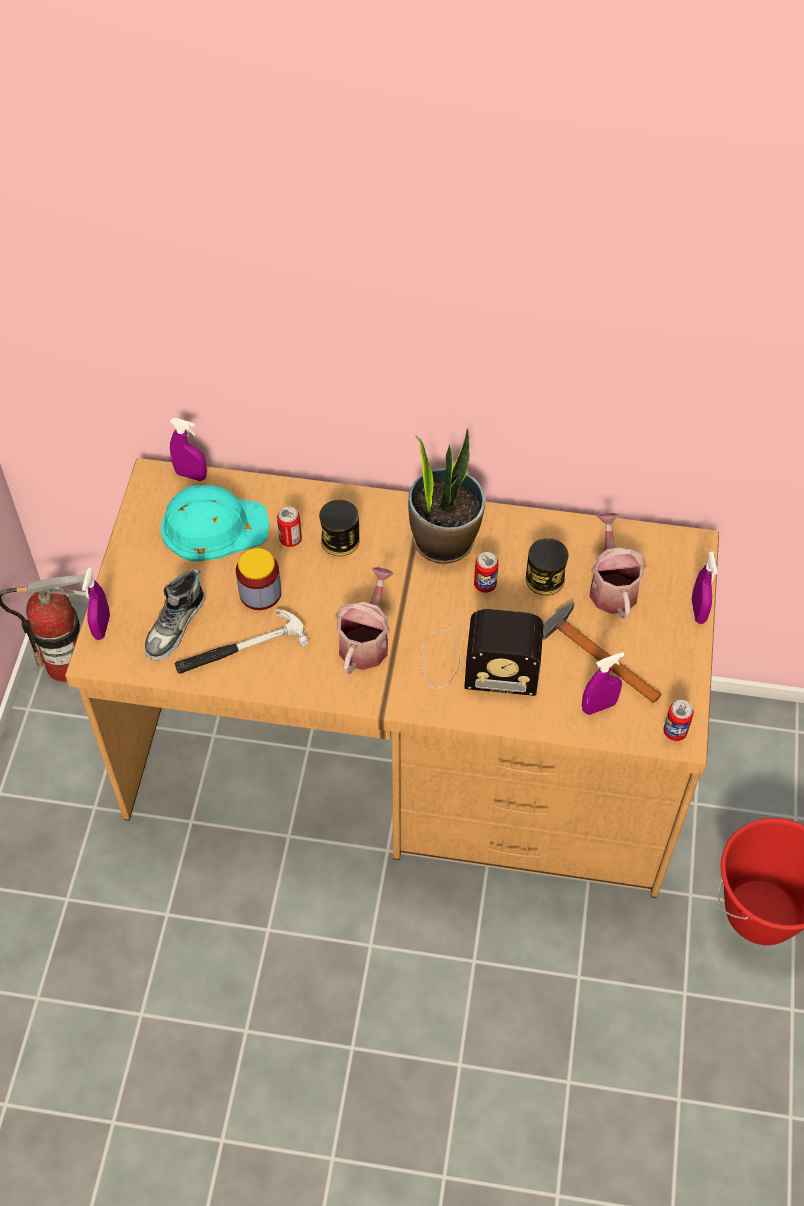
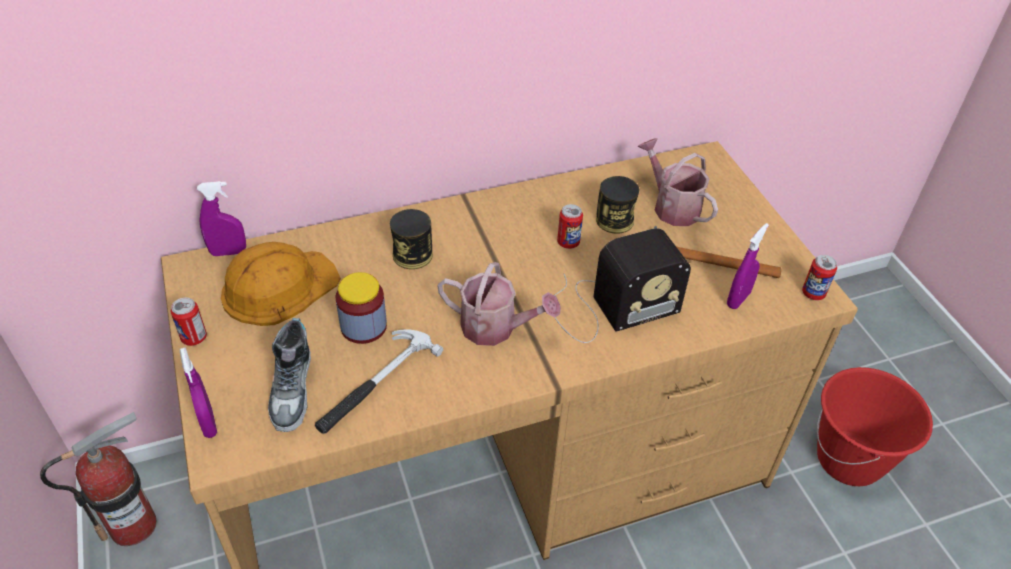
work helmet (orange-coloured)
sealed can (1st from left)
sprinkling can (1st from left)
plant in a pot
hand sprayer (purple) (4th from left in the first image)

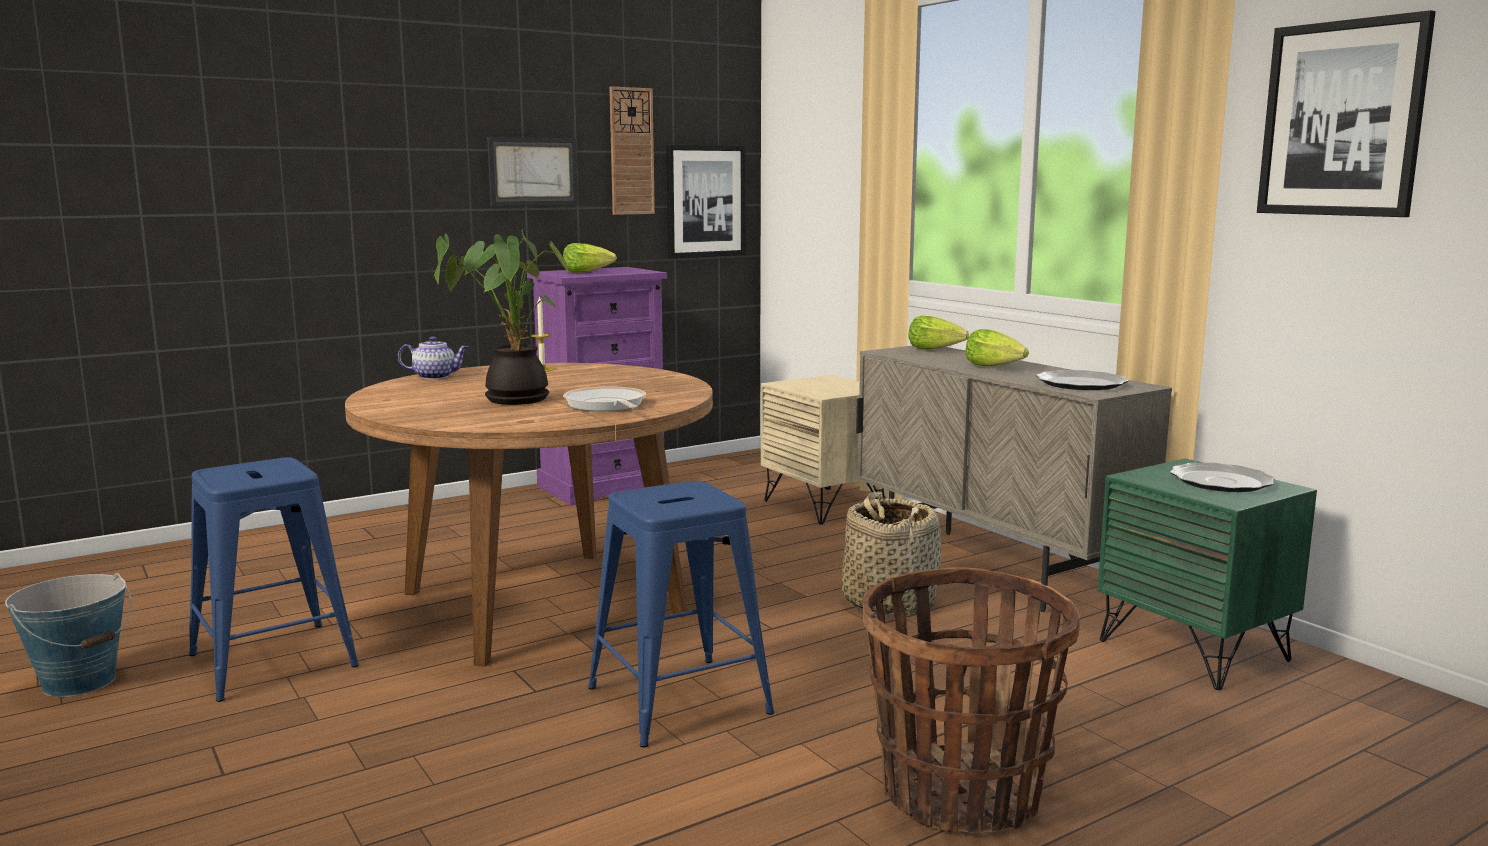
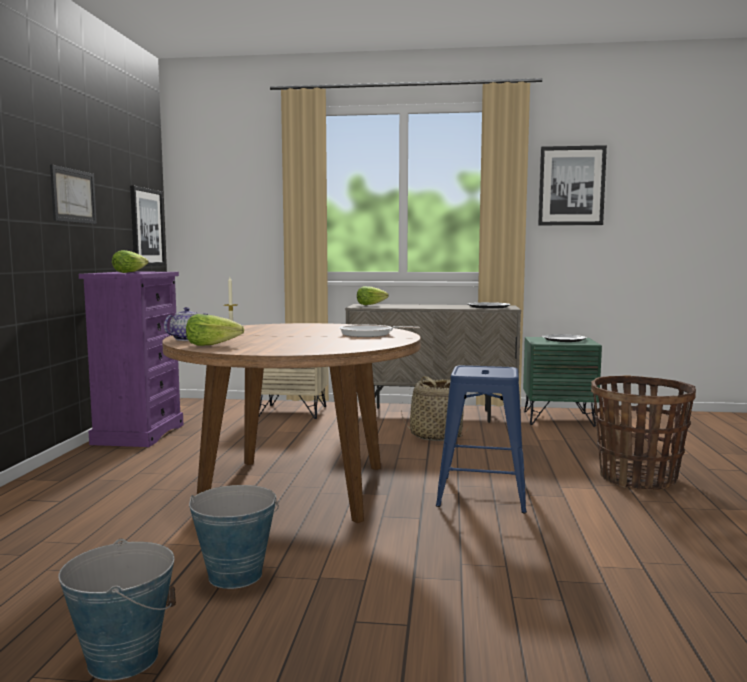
water bucket (2nd from left)
plant in a pot
wall clock
head of lettuce (2nd from left)

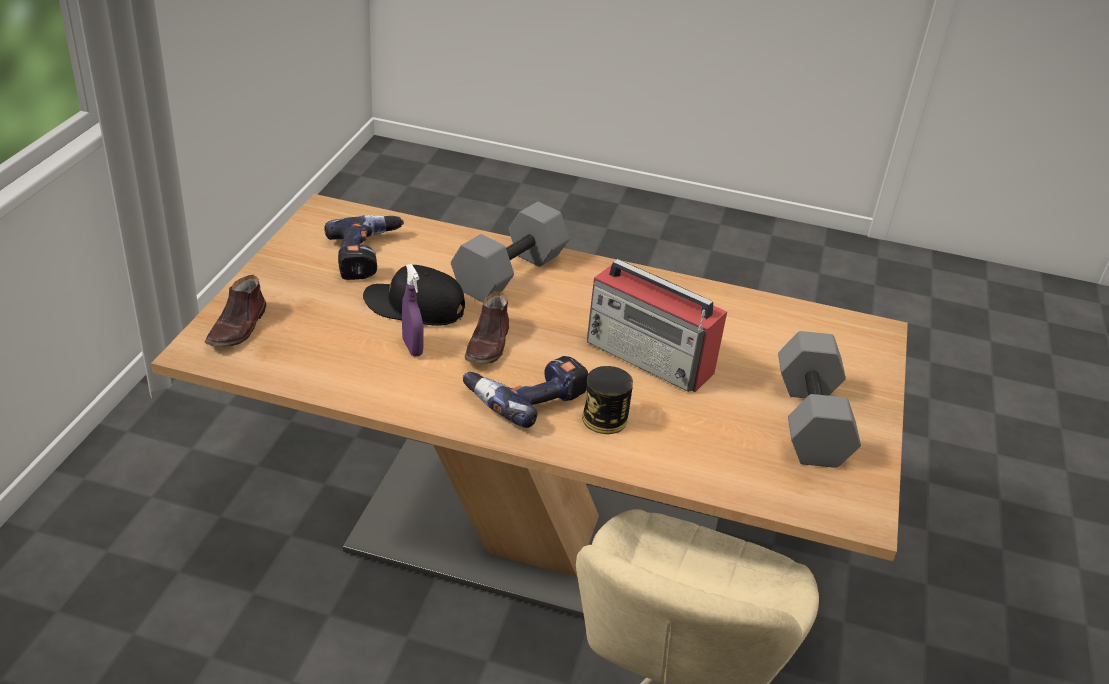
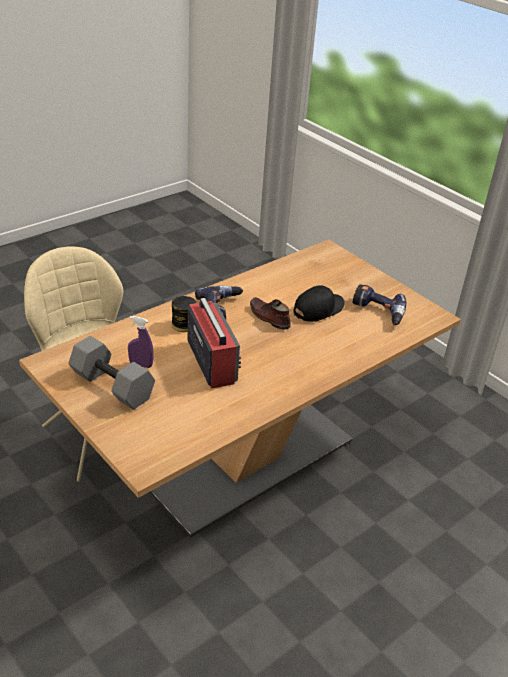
item of footwear (brownish) (1st from left in the first image)
hand sprayer (purple)
dumbbell (grey) (1st from left in the first image)
radio receiver

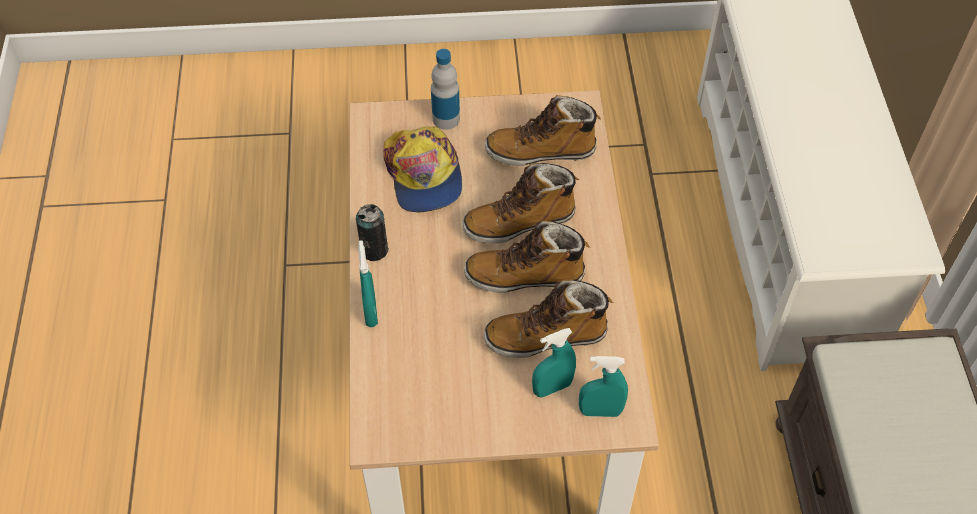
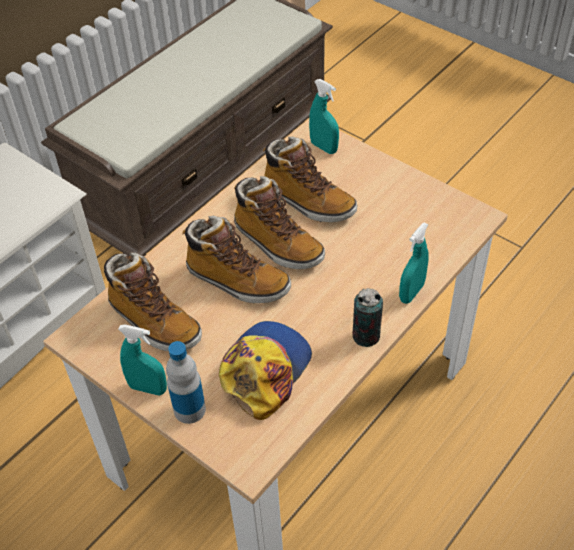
hand sprayer (turquoise) (1st from left)

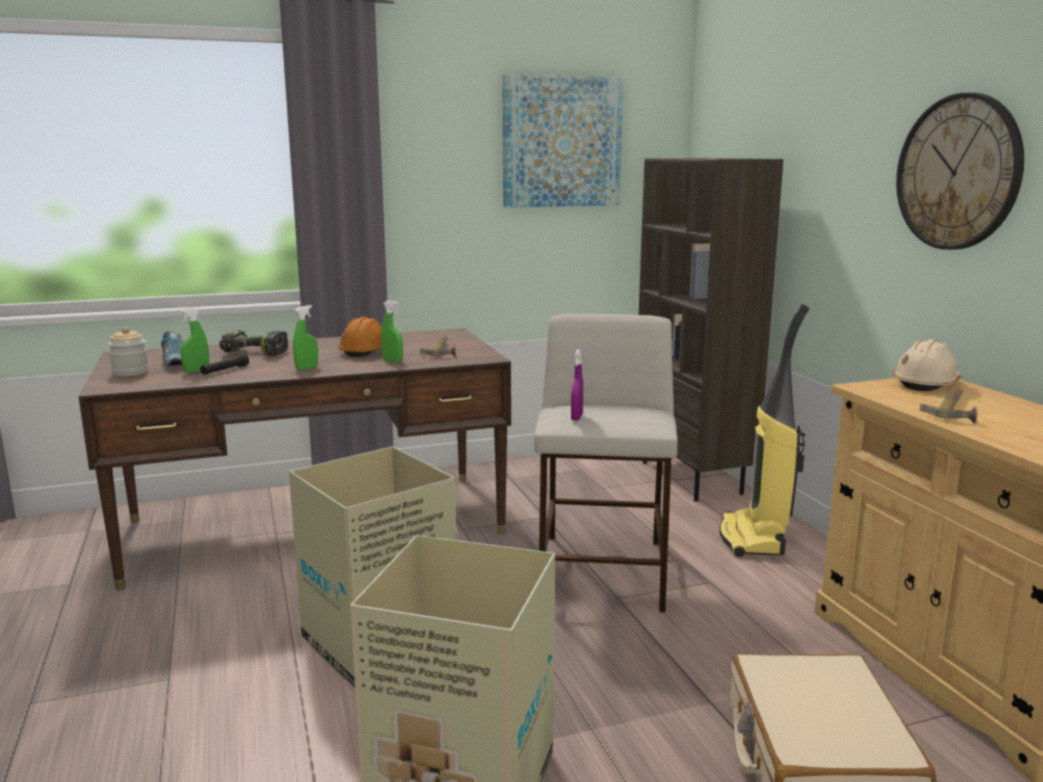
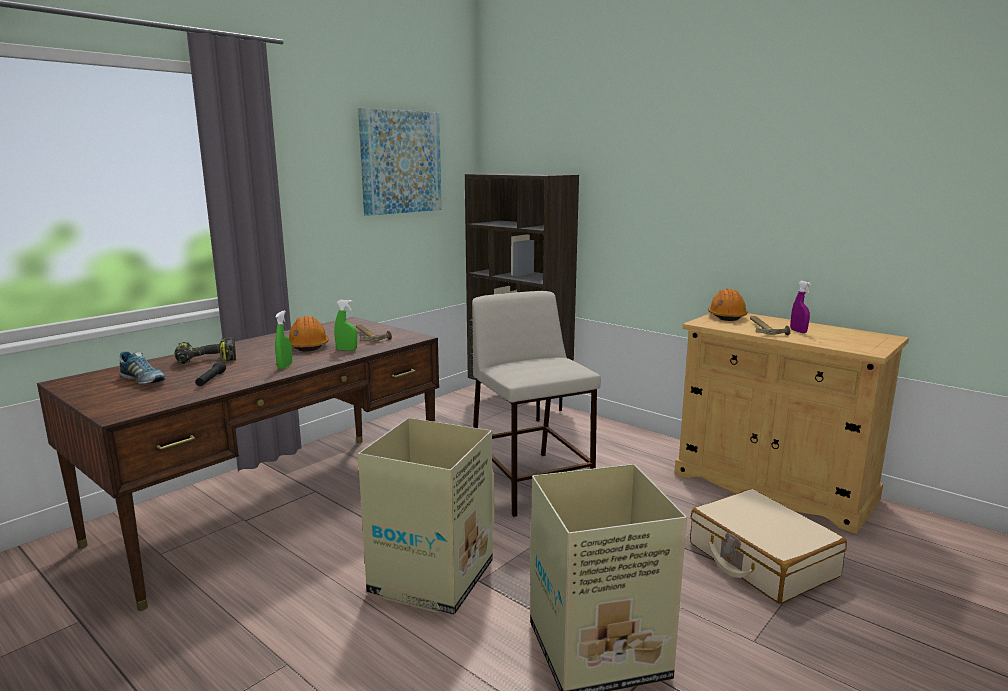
storage jar
hand sprayer (green-coloured) (1st from left in the first image)
hand sprayer (purple)
vacuum cleaner
work helmet (orange-coloured) (2nd from left)
wall clock

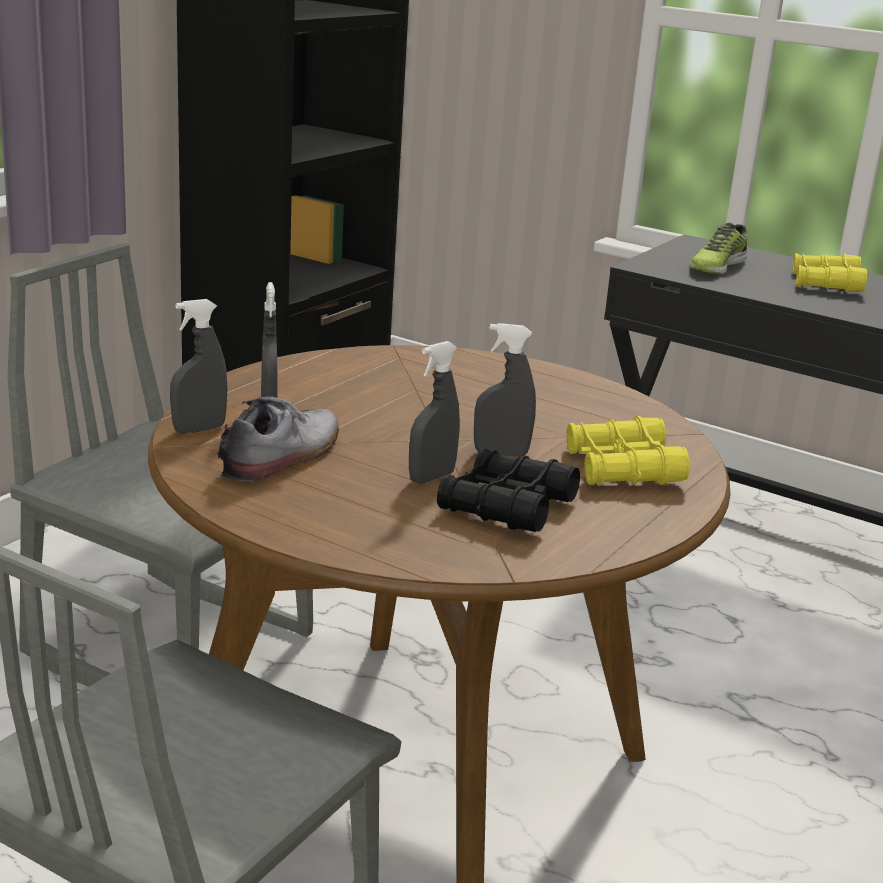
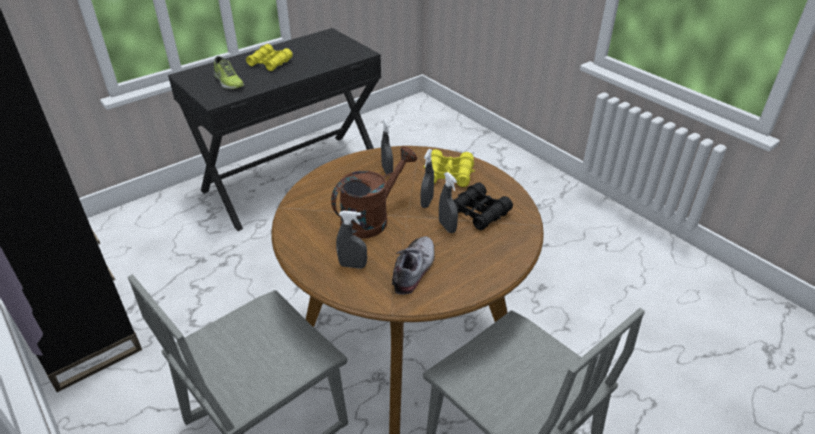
hand sprayer (grey) (2nd from left)
item of footwear (2nd from left)
sprinkling can (brownish)

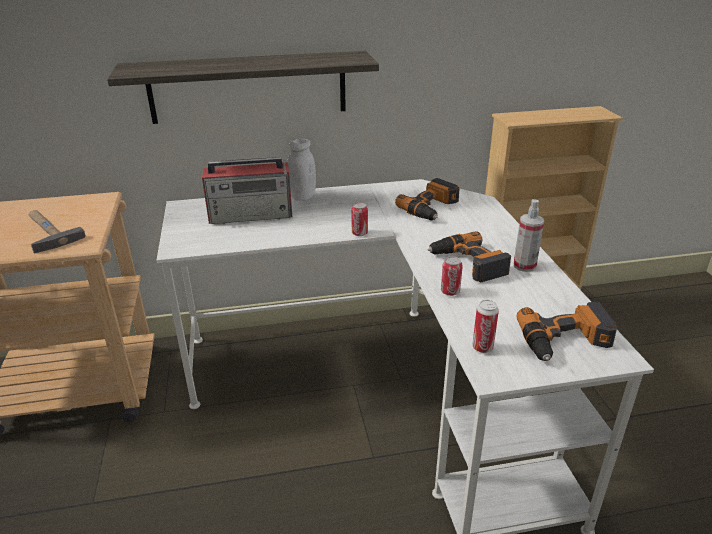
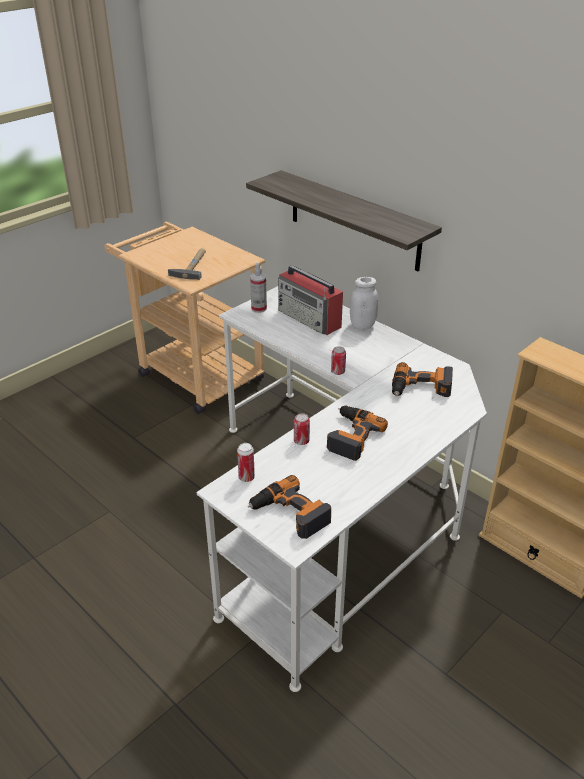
hand sprayer

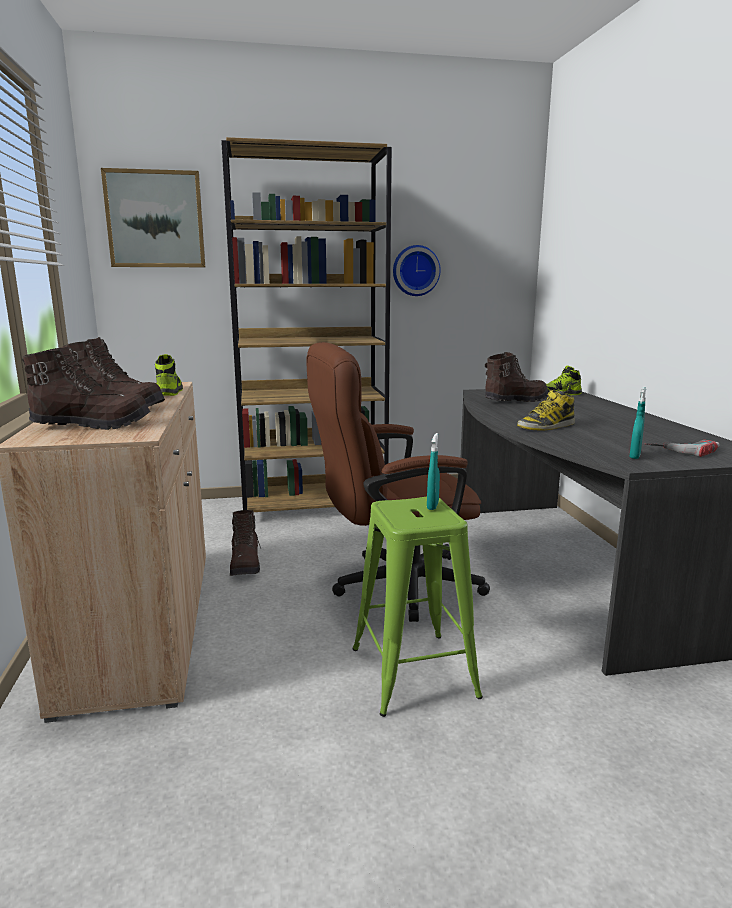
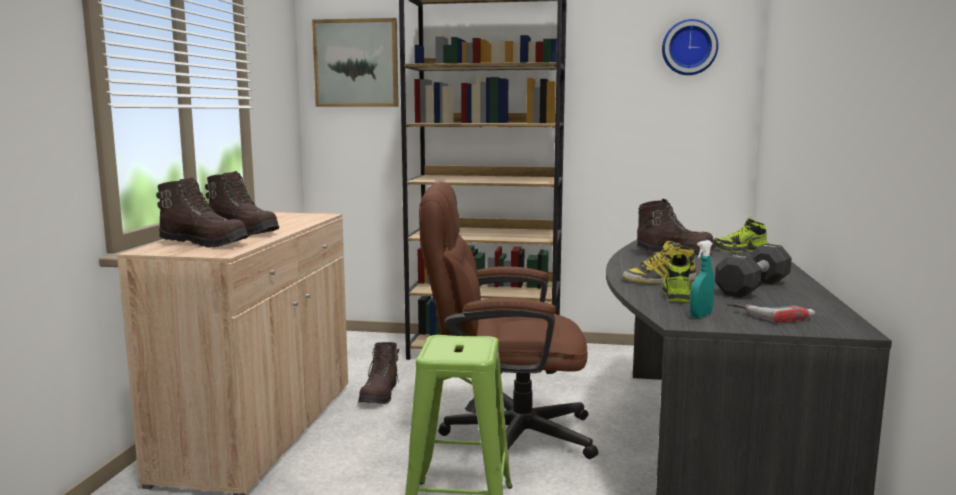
item of footwear (1st from left)
wall clock
hand sprayer (turquoise) (1st from left in the first image)
dumbbell (black)

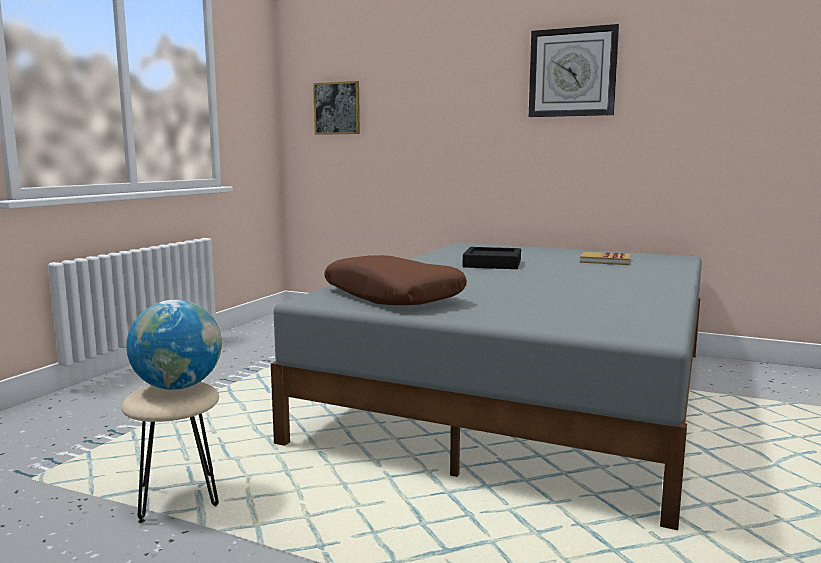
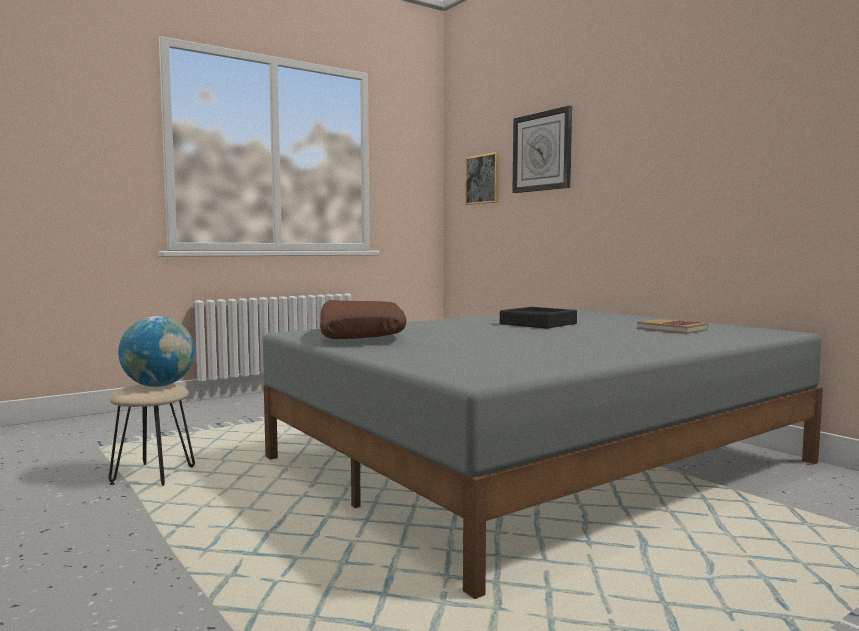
wall clock

